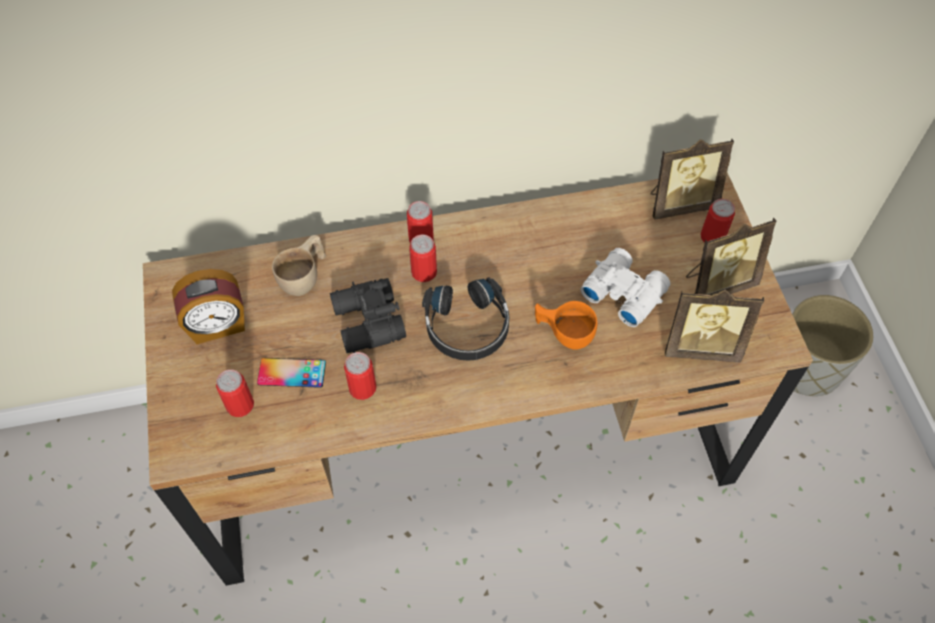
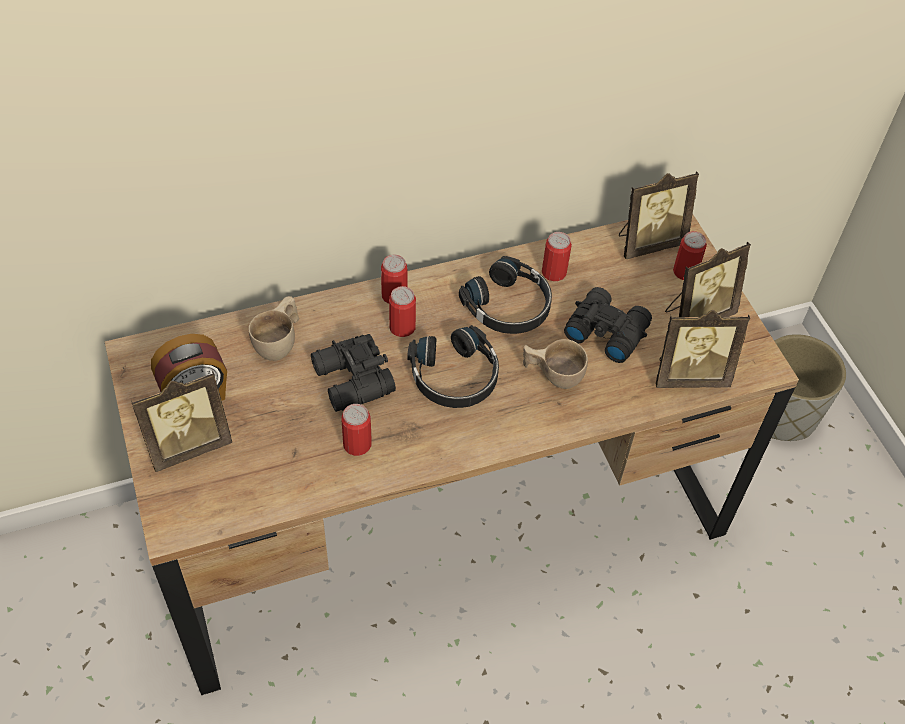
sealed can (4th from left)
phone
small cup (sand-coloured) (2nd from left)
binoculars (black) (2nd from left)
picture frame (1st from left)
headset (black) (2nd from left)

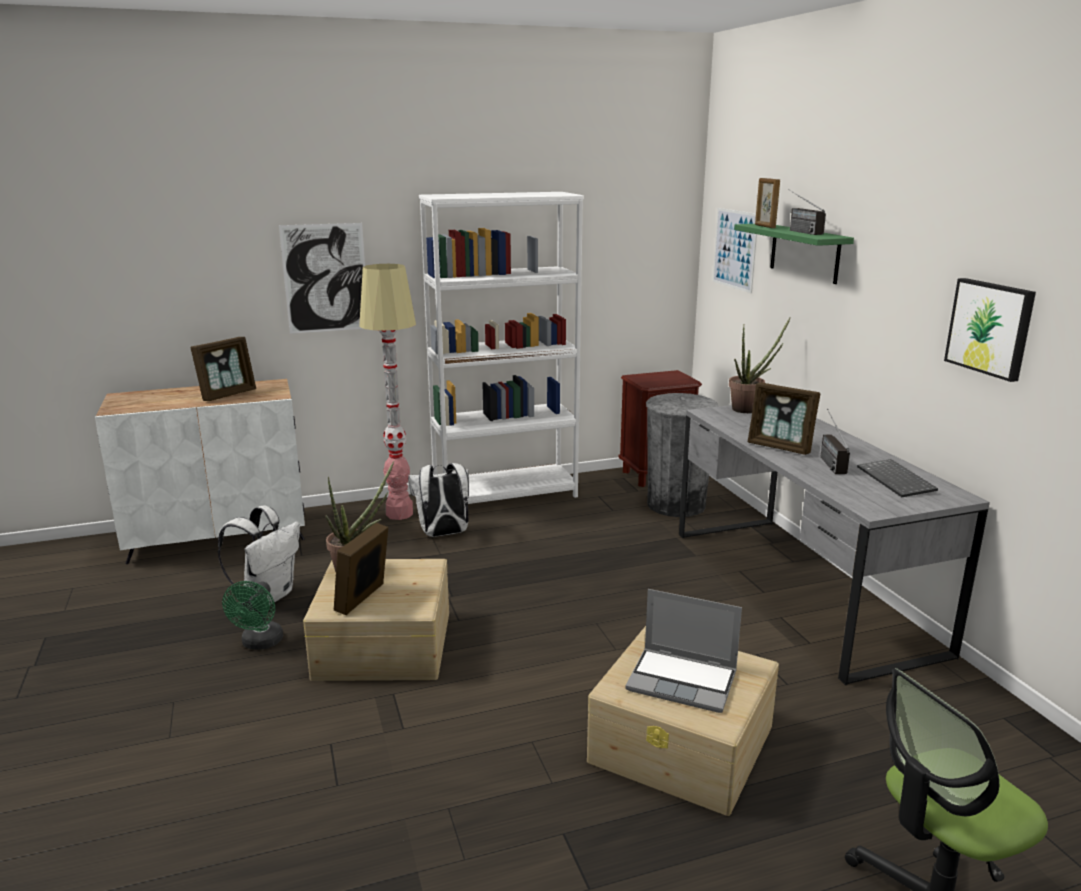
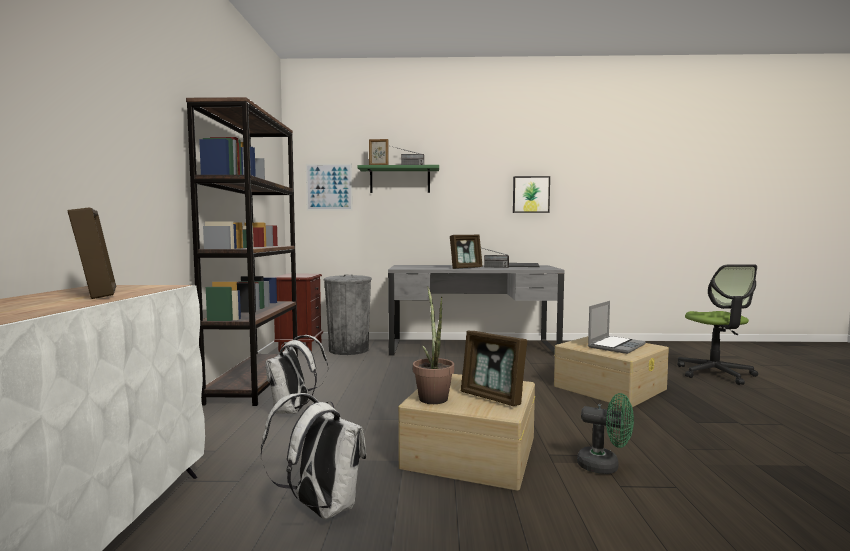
electric fan (green-coloured)
wall picture (1st from left in the first image)
floor lamp
bookcase (brownish)
plant in a pot (2nd from left in the first image)

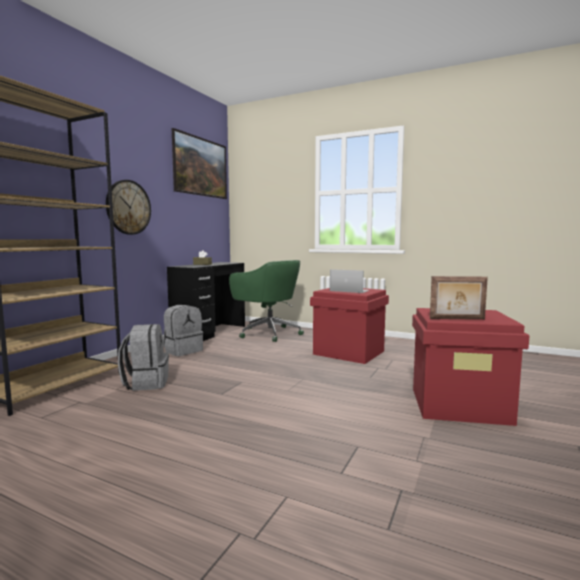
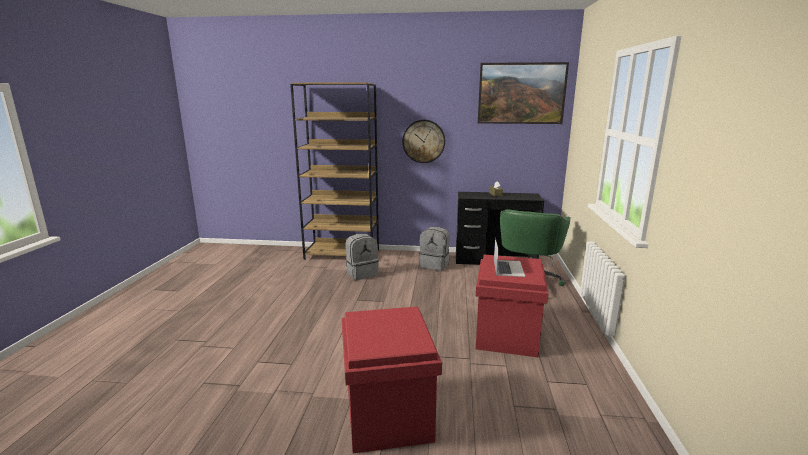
picture frame

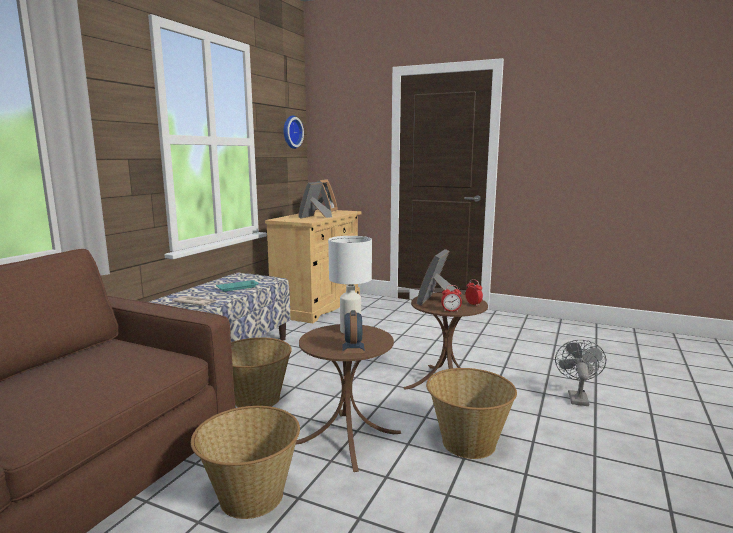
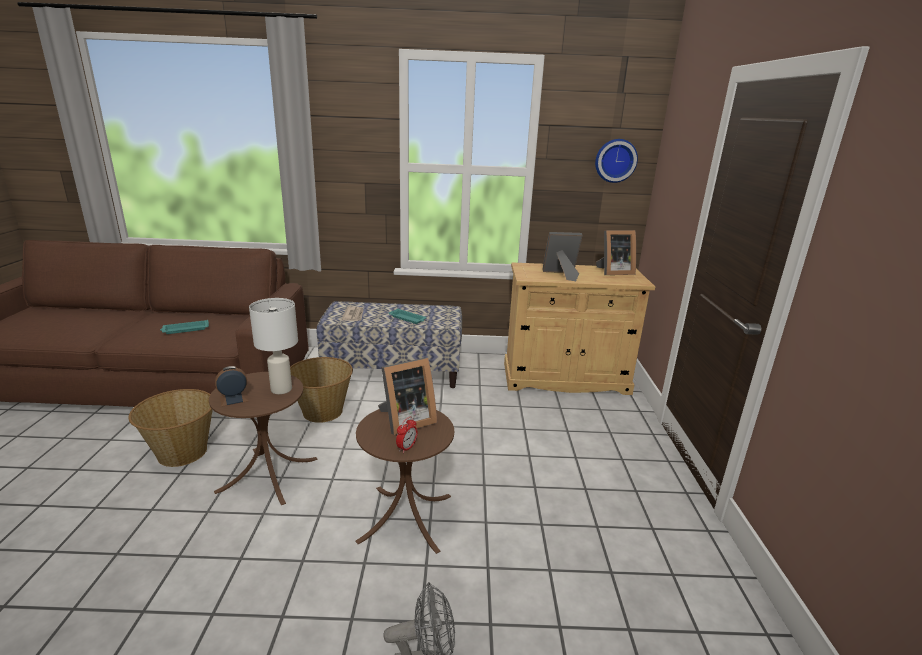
picture frame (1st from left)
storage basket (3rd from left in the first image)
alarm clock (2nd from left in the first image)
carrying tray (turquoise) (1st from left)

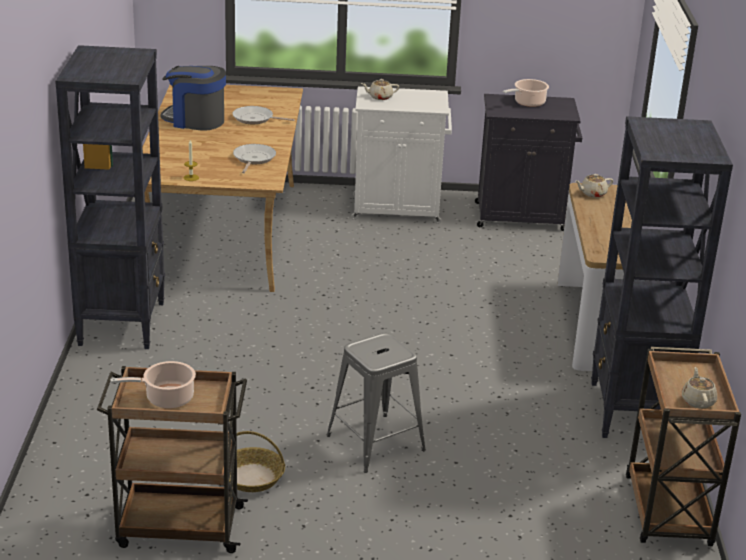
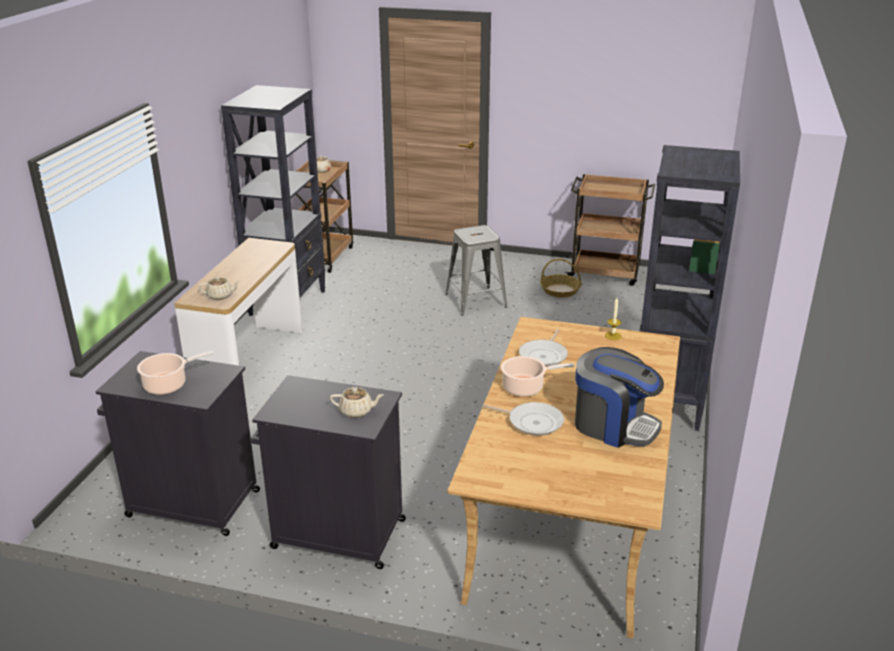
cooking pot (2nd from left)
cabinet (black) (2nd from left)

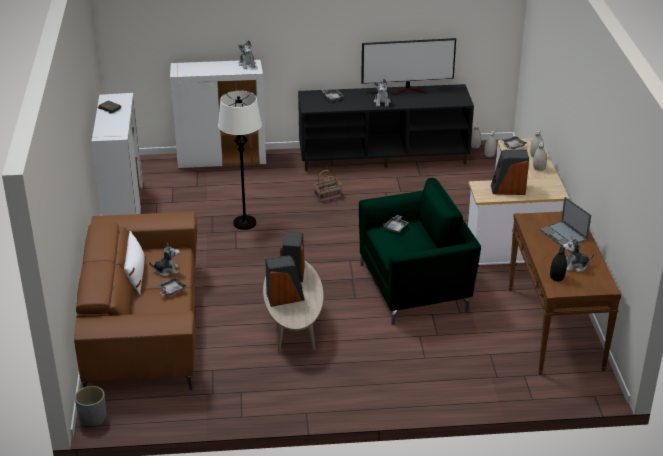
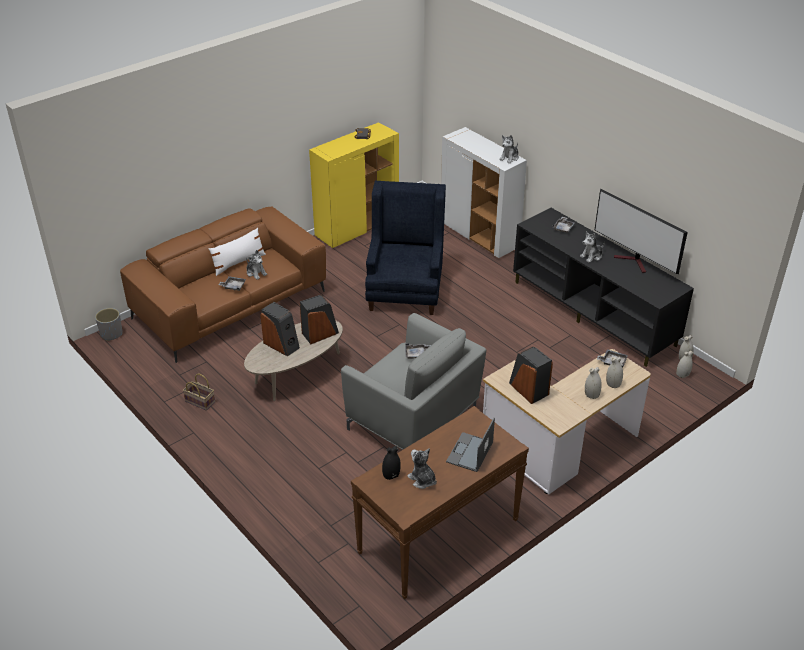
cabinet (yellow-coloured)
easy chair (blue)
storage basket
easy chair (grey)

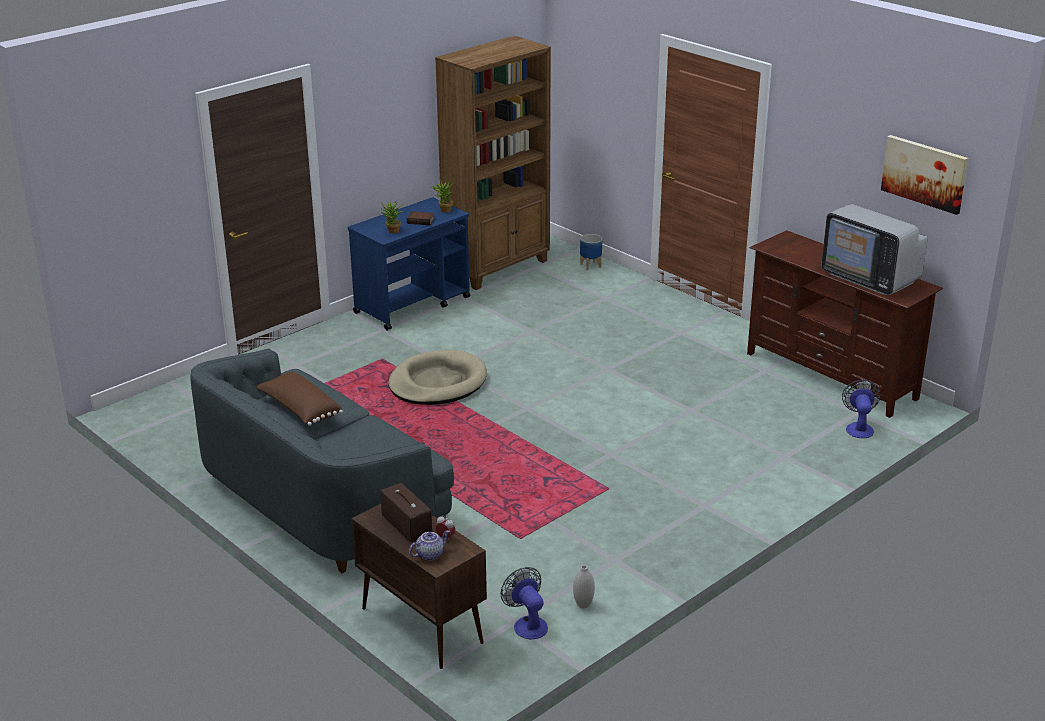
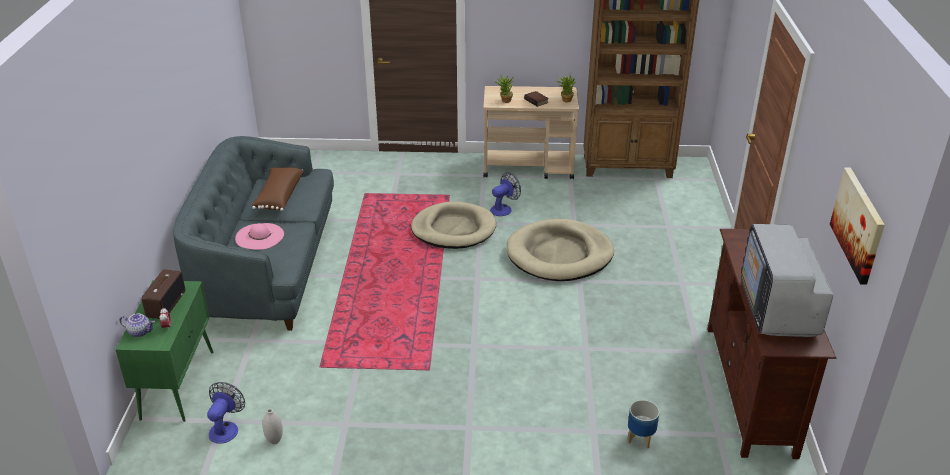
wheeled cart (sand-coloured)
cabinet (green-coloured)
planter
electric fan (2nd from left)
clothing hat (pink-coloured)
pet bed (sand-coloured) (2nd from left)

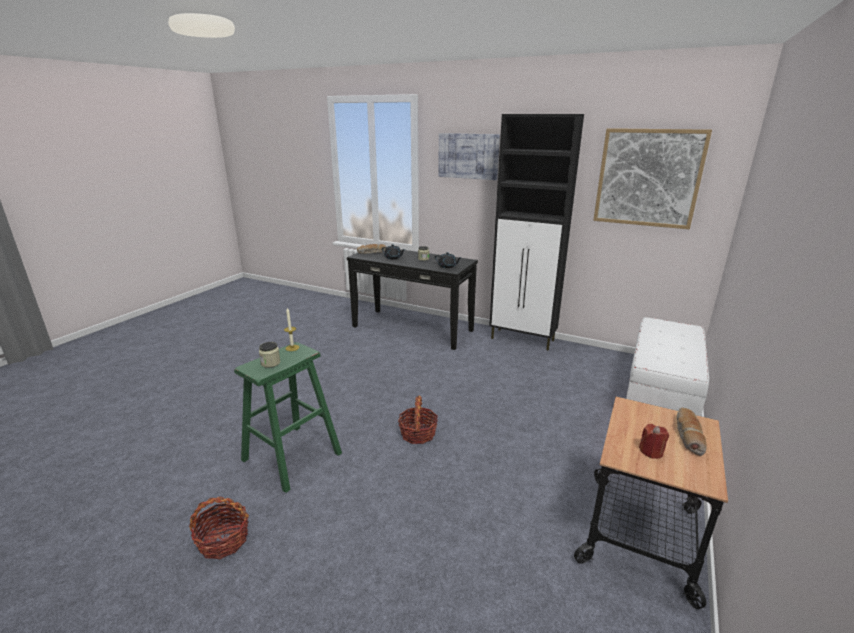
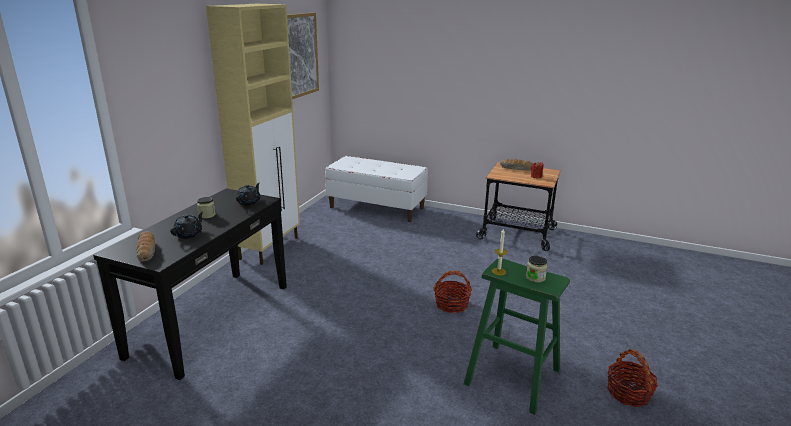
wall picture (1st from left in the first image)
cabinet (sand-coloured)

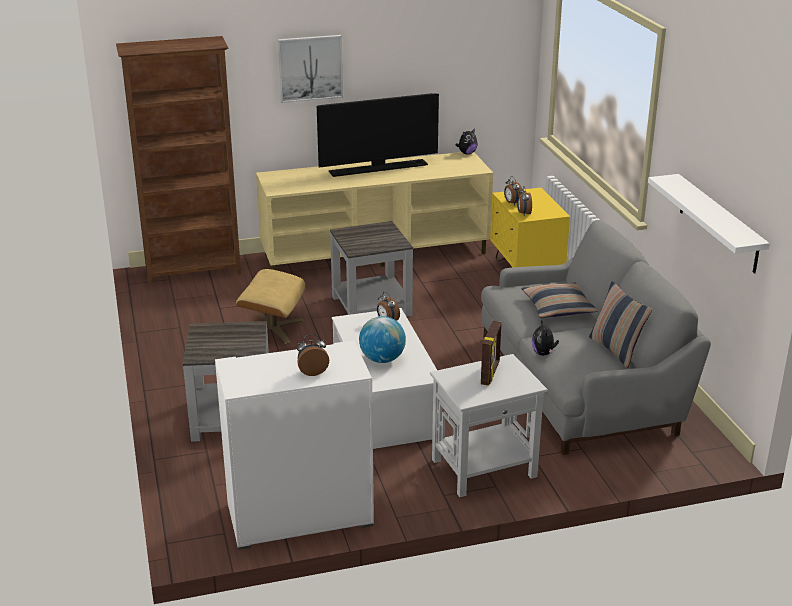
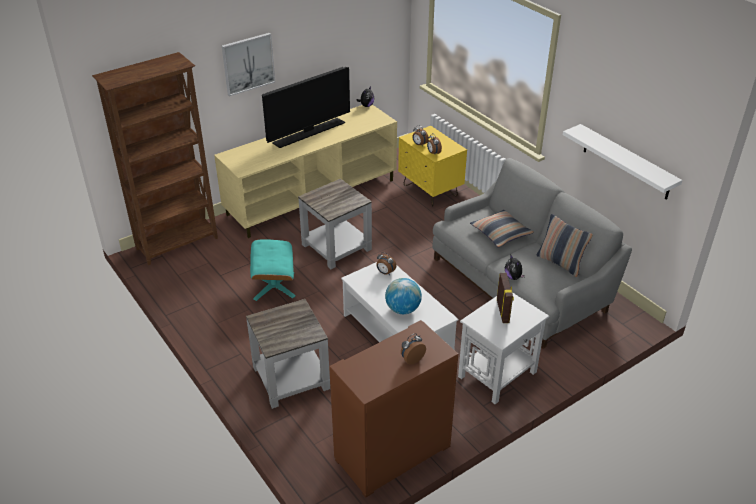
cabinet (brownish)
pouffe (turquoise)

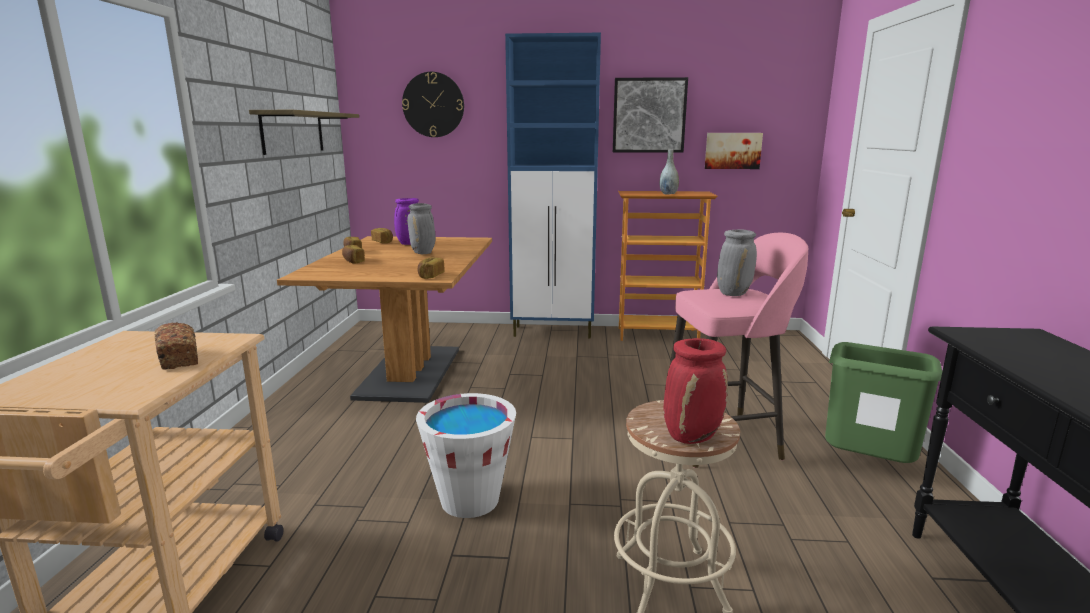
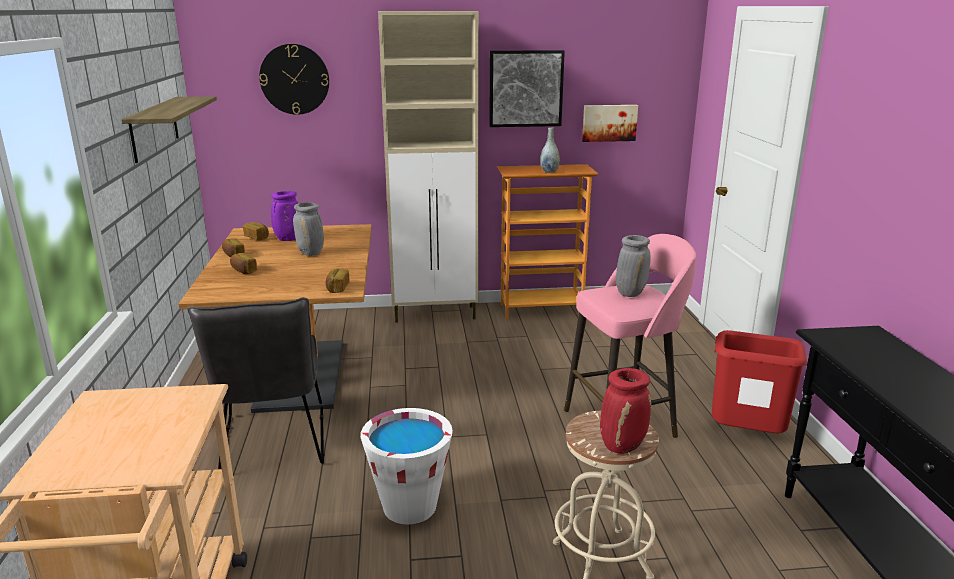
bread (1st from left in the first image)
cabinet (sand-coloured)
waste bin (red-coloured)
upright chair (grey)

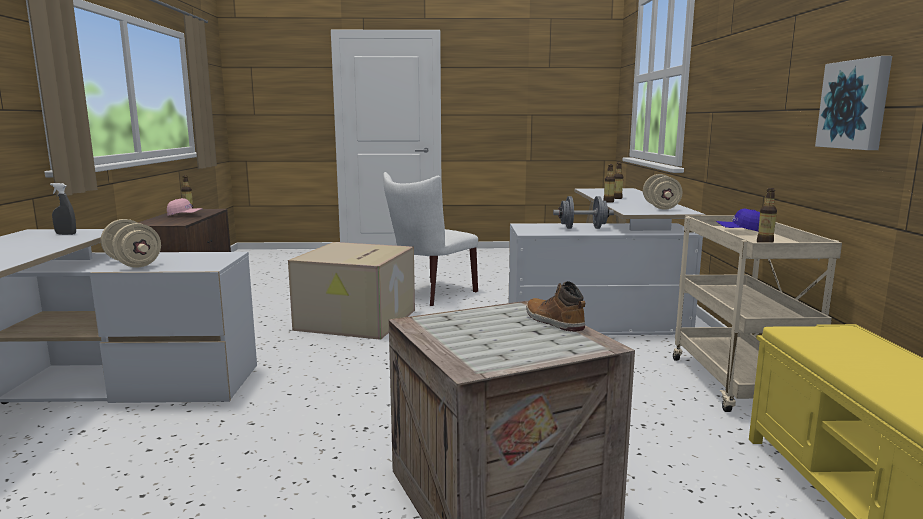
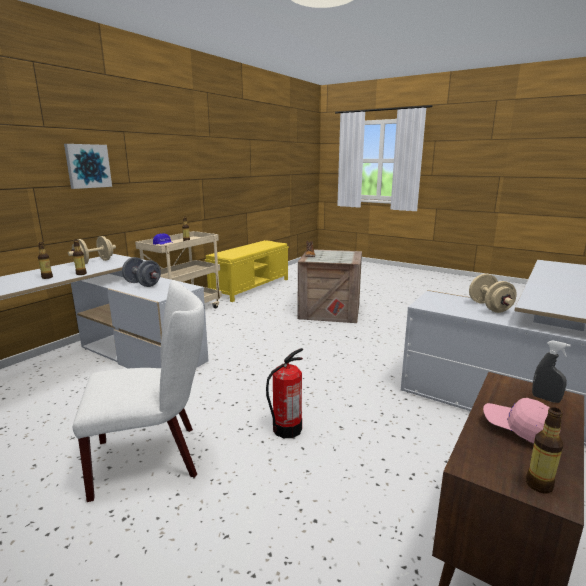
hand sprayer (grey)
fire extinguisher
wall picture

